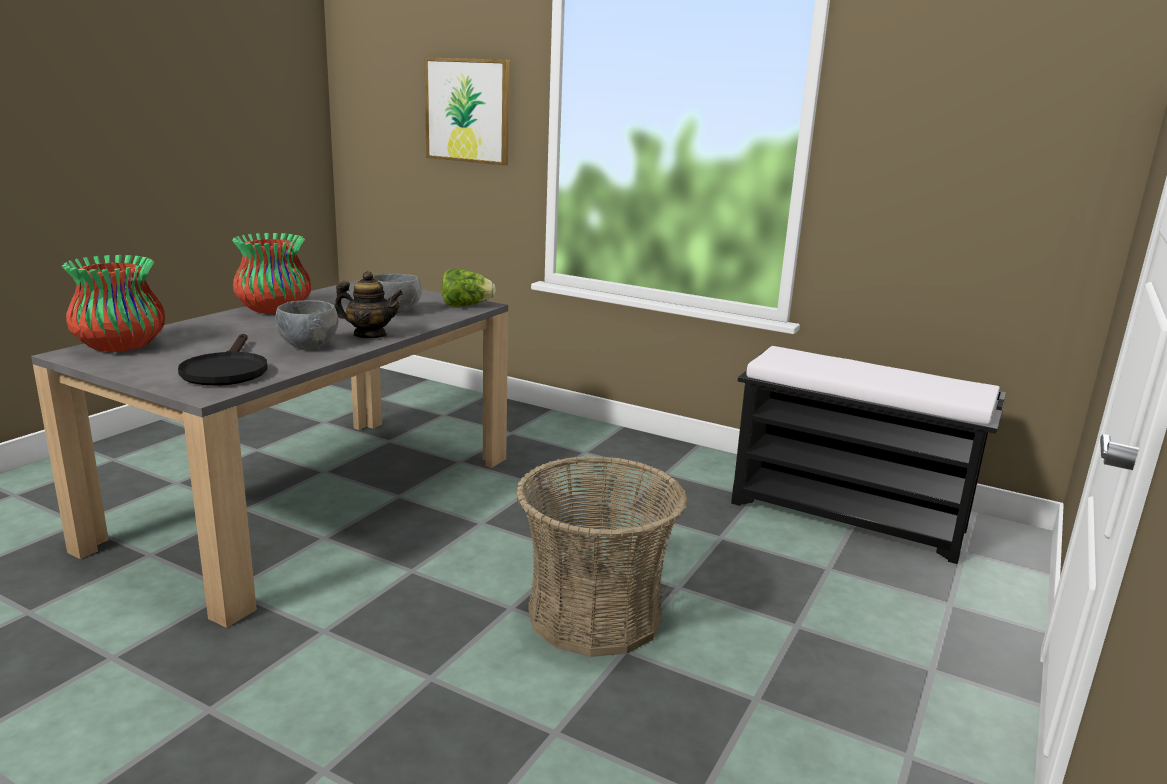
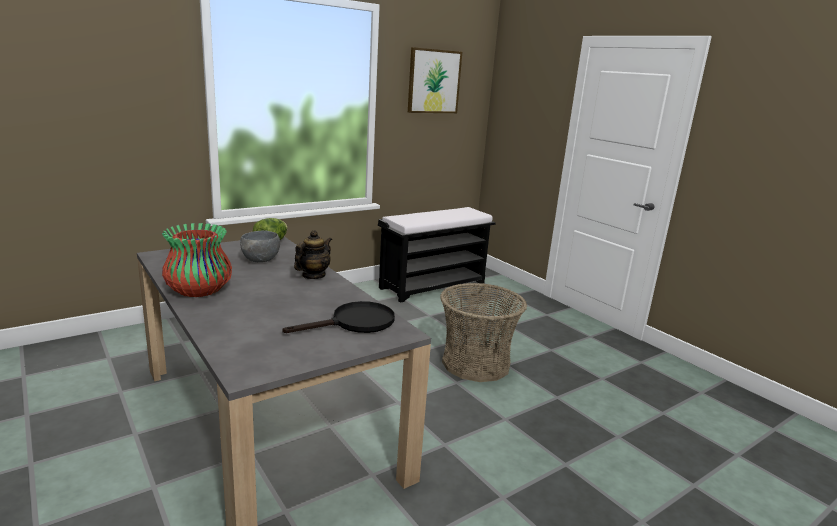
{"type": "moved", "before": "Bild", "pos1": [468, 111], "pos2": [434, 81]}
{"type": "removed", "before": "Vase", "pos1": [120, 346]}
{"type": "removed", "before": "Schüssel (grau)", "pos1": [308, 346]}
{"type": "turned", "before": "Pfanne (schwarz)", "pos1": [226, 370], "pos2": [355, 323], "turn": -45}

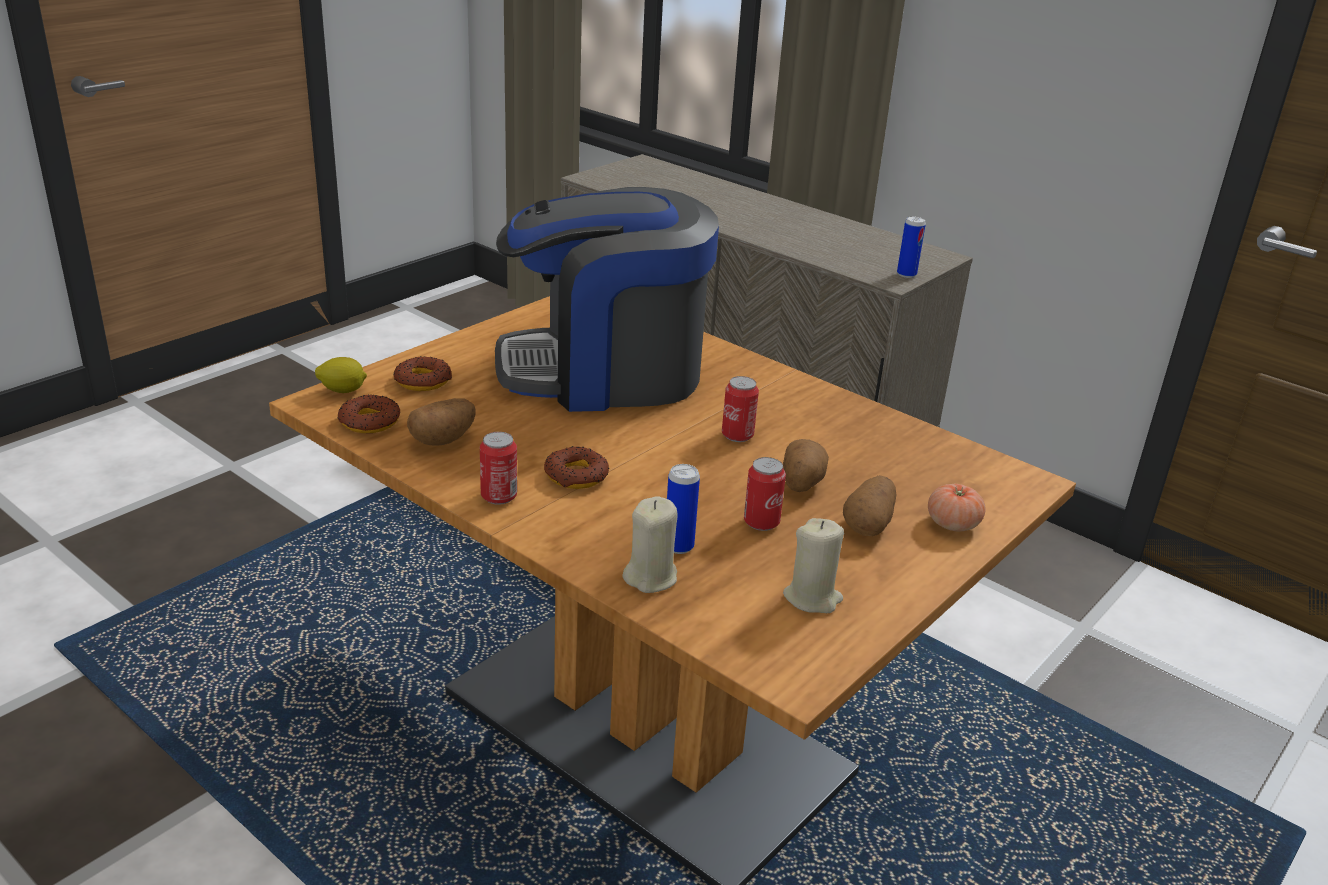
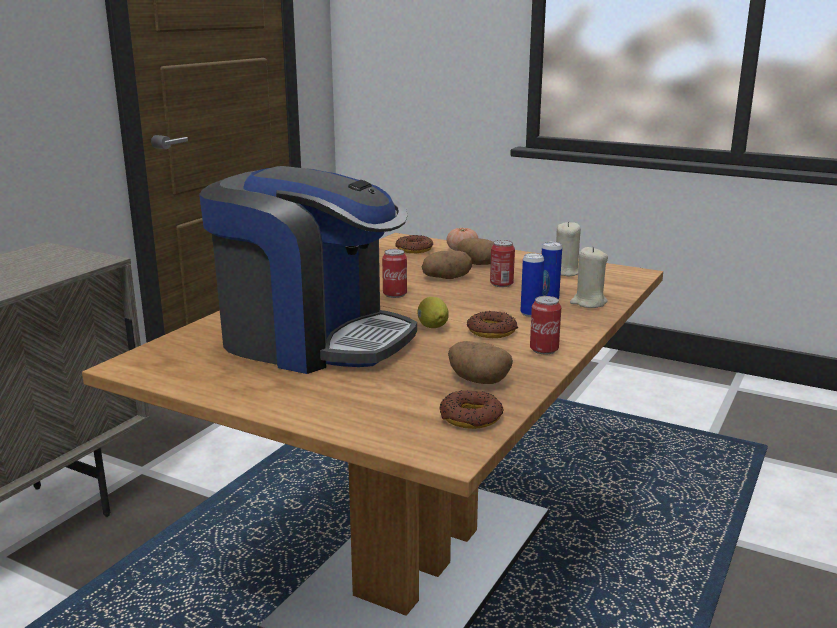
{"type": "turned", "before": "Kaffeemaschine", "pos1": [604, 373], "pos2": [312, 339], "turn": -45}
{"type": "moved", "before": "Dose", "pos1": [906, 274], "pos2": [530, 313]}
{"type": "moved", "before": "Donut", "pos1": [423, 381], "pos2": [414, 249]}
{"type": "moved", "before": "Zitrone", "pos1": [343, 391], "pos2": [432, 327]}

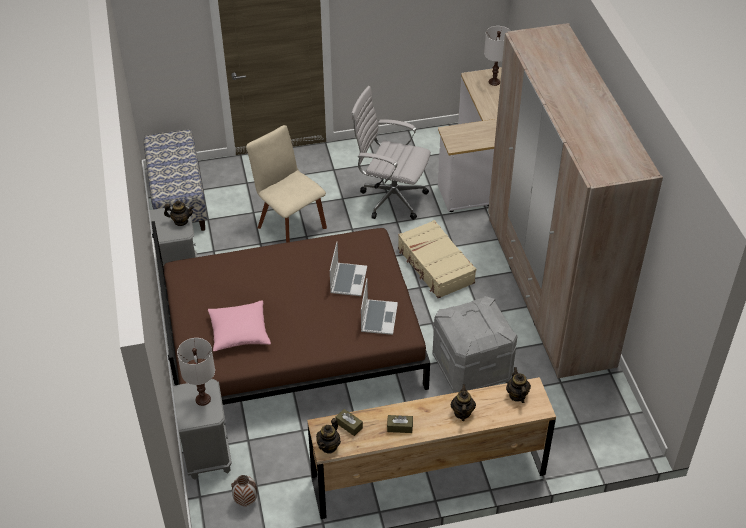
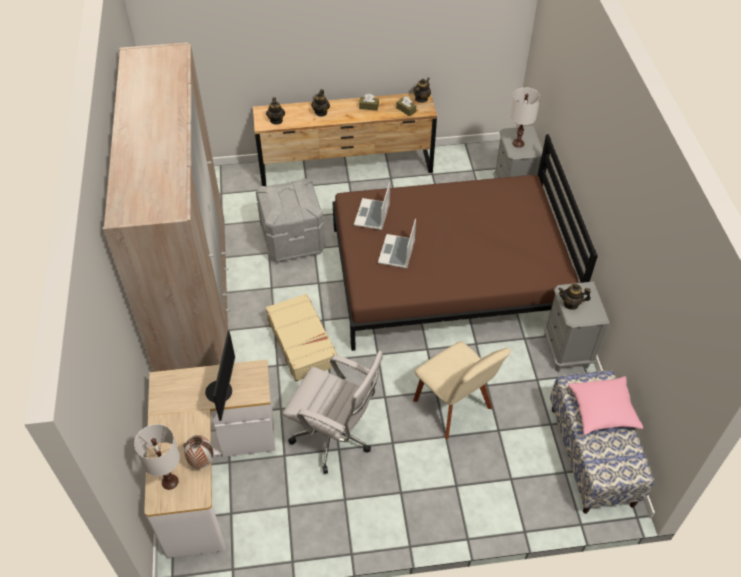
{"type": "moved", "before": "Kissen (rosa)", "pos1": [239, 332], "pos2": [602, 410]}
{"type": "moved", "before": "Vase", "pos1": [246, 501], "pos2": [201, 462]}
{"type": "added", "after": "Monitor", "pos2": [222, 392]}

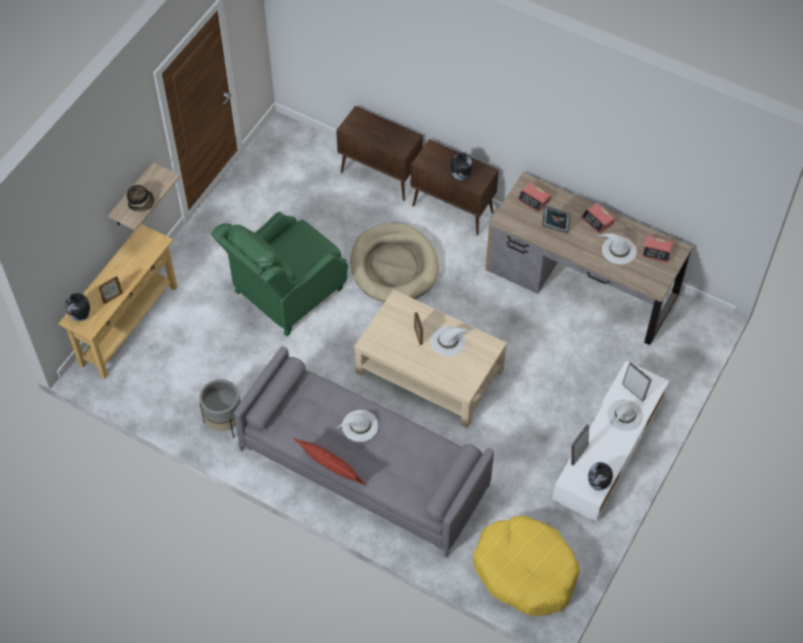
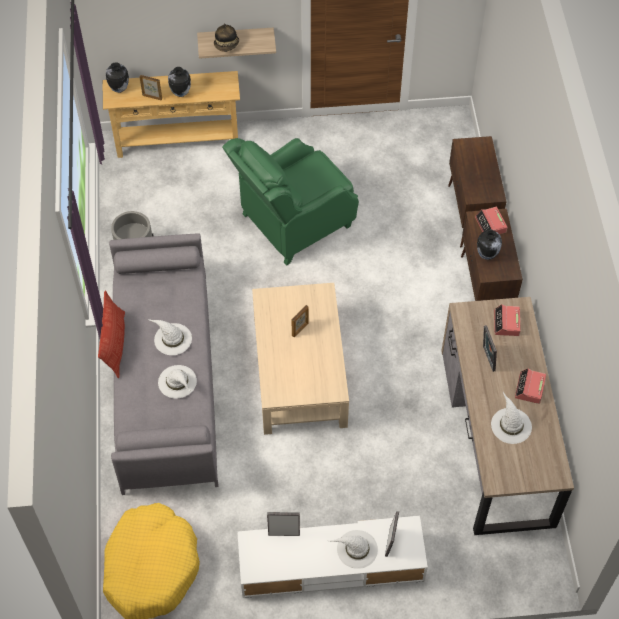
{"type": "turned", "before": "Sessel (grün)", "pos1": [286, 293], "pos2": [293, 222], "turn": -45}
{"type": "removed", "before": "Hundebett (beige)", "pos1": [394, 266]}
{"type": "moved", "before": "Wecker", "pos1": [657, 251], "pos2": [490, 225]}
{"type": "moved", "before": "Hut (weiß)", "pos1": [448, 340], "pos2": [178, 382]}
{"type": "moved", "before": "Vase", "pos1": [597, 485], "pos2": [180, 93]}

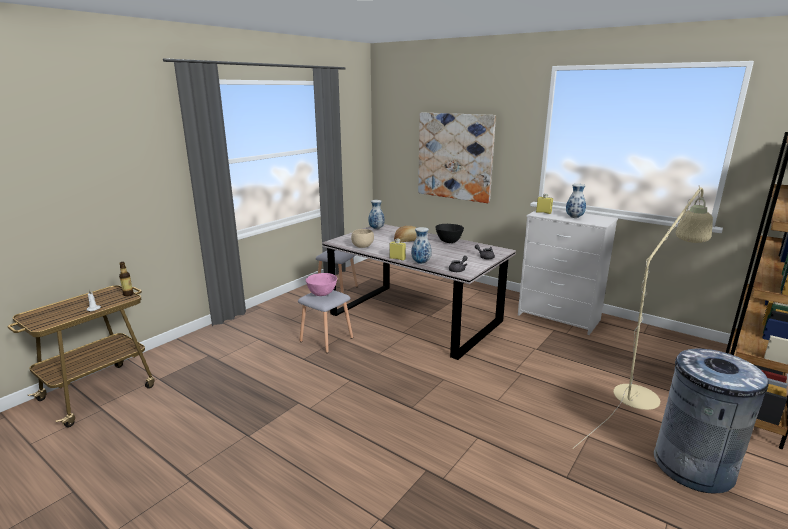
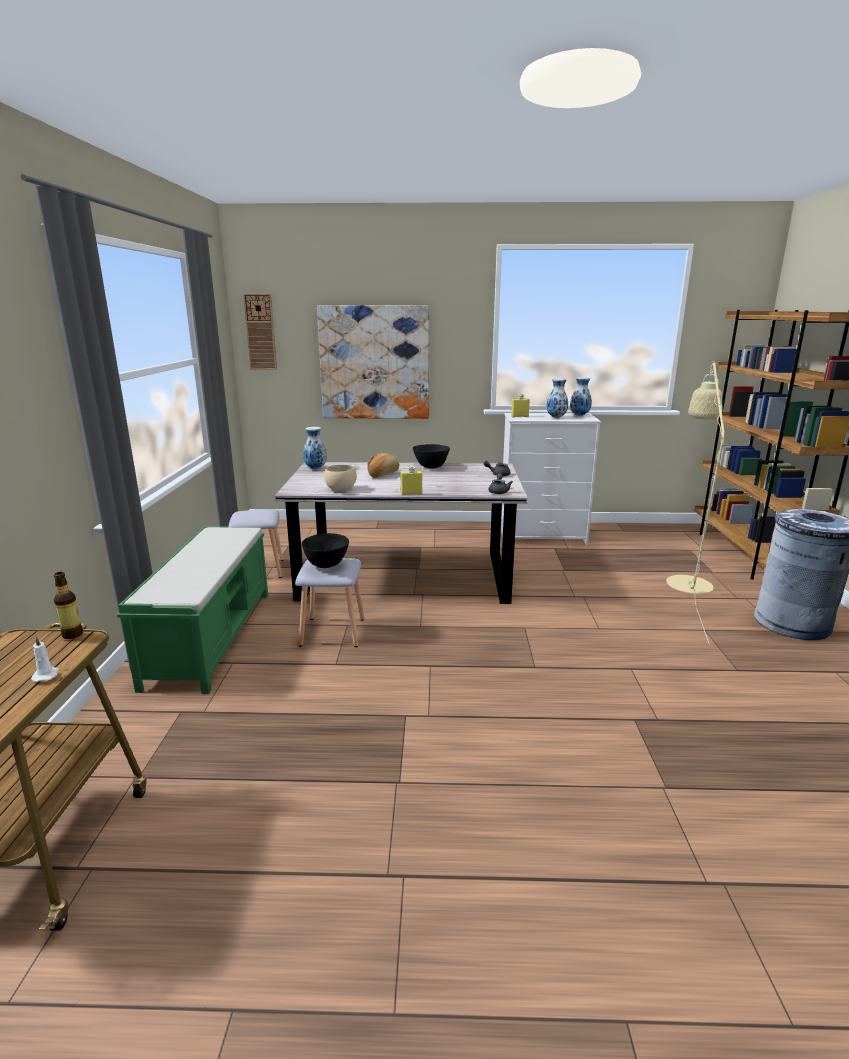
{"type": "moved", "before": "Vase", "pos1": [420, 263], "pos2": [579, 415]}
{"type": "recoloured", "before": "Schüssel (rosa)", "after": "Schüssel (schwarz)", "pos1": [322, 294], "pos2": [326, 565]}
{"type": "added", "after": "Wanduhr", "pos2": [260, 332]}
{"type": "added", "after": "Bank (grün)", "pos2": [211, 636]}

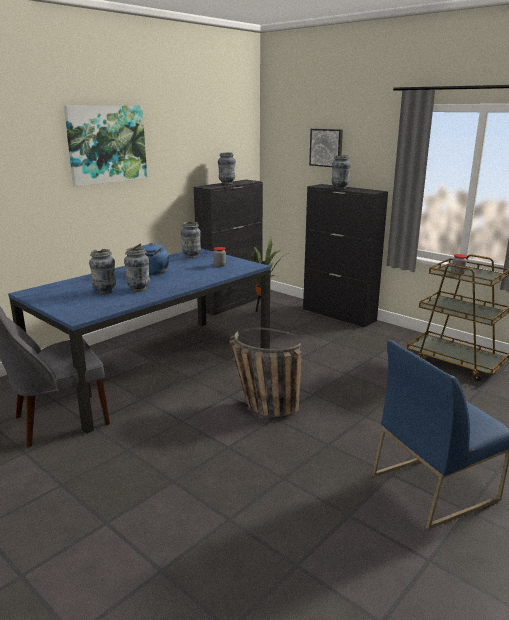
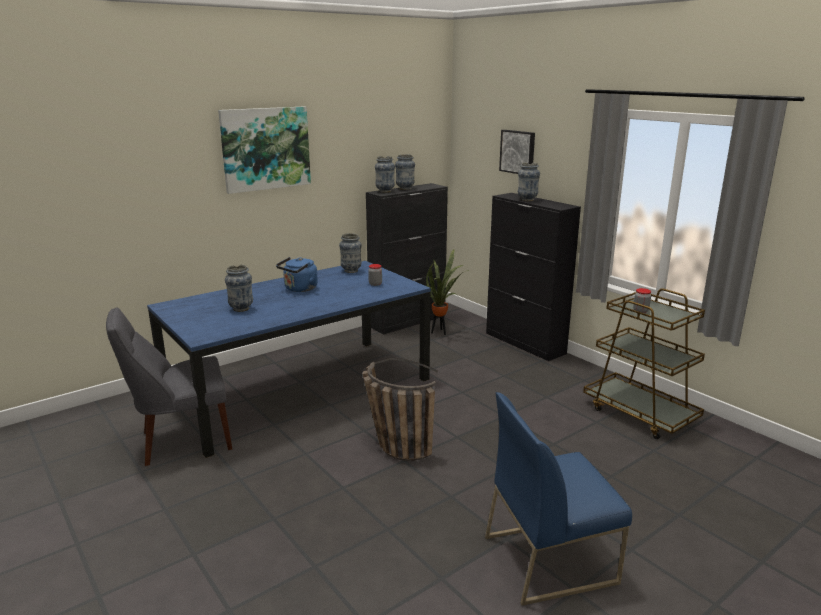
{"type": "moved", "before": "Vase", "pos1": [138, 289], "pos2": [385, 191]}

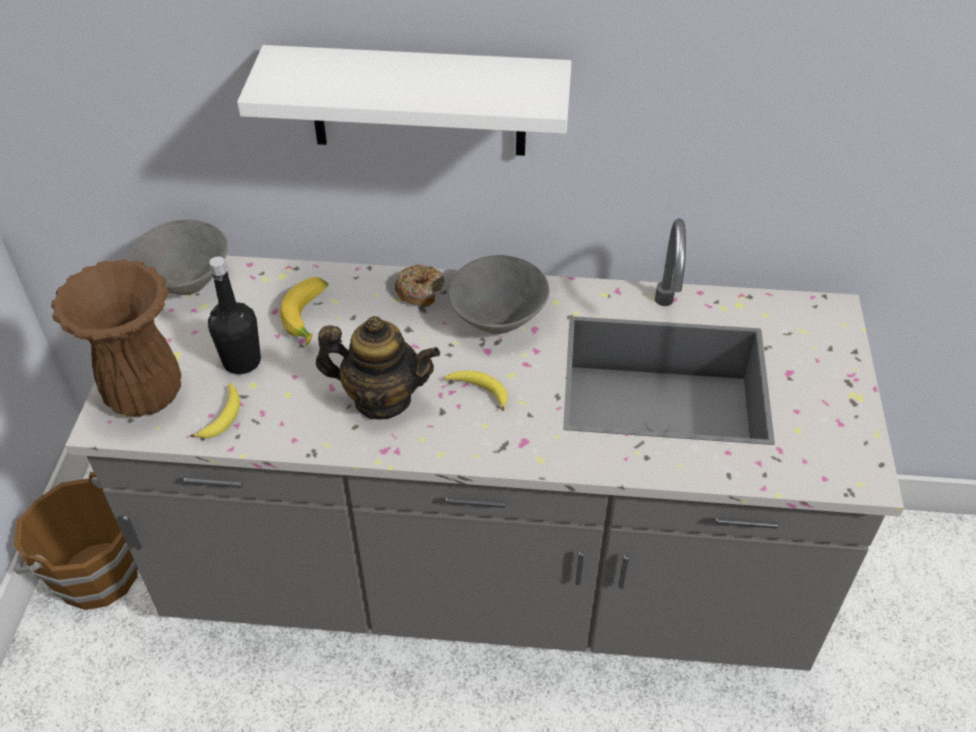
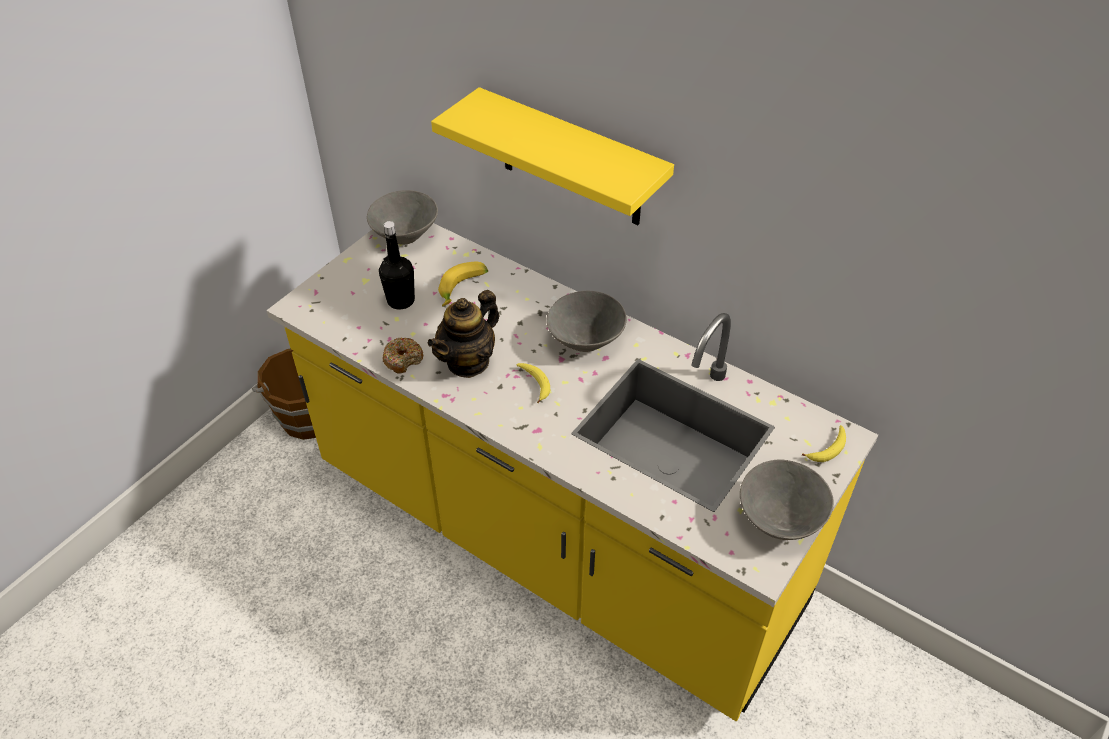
{"type": "recoloured", "before": "Wandregal (weiß)", "after": "Wandregal (gelb)", "pos1": [418, 101], "pos2": [571, 160]}
{"type": "recoloured", "before": "Küchenzeile (grau)", "after": "Küchenzeile (gelb)", "pos1": [488, 576], "pos2": [554, 538]}
{"type": "removed", "before": "Vase (braun)", "pos1": [144, 394]}
{"type": "moved", "before": "Donut", "pos1": [420, 291], "pos2": [403, 359]}
{"type": "turned", "before": "Teekanne", "pos1": [382, 399], "pos2": [468, 361], "turn": 90}
{"type": "moved", "before": "Banane", "pos1": [222, 417], "pos2": [828, 449]}
{"type": "added", "after": "Schüssel (grau)", "pos2": [779, 520]}

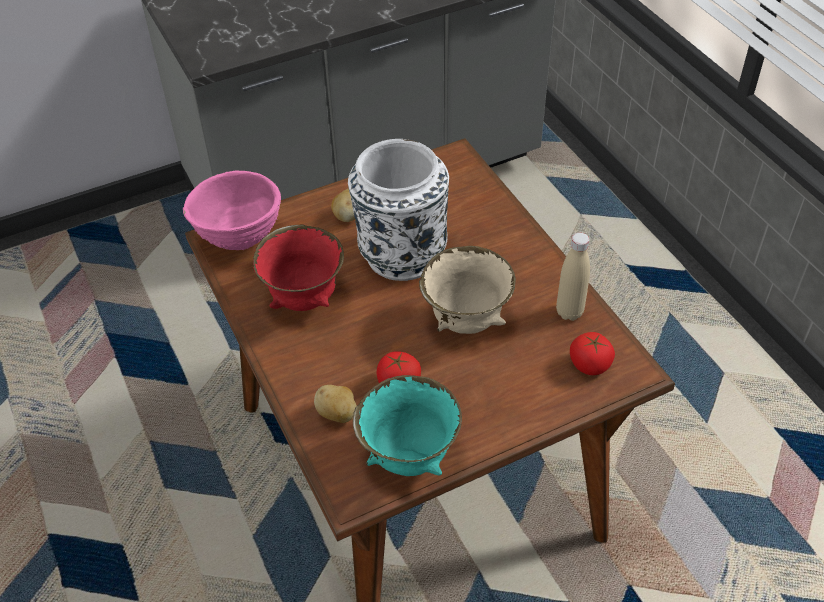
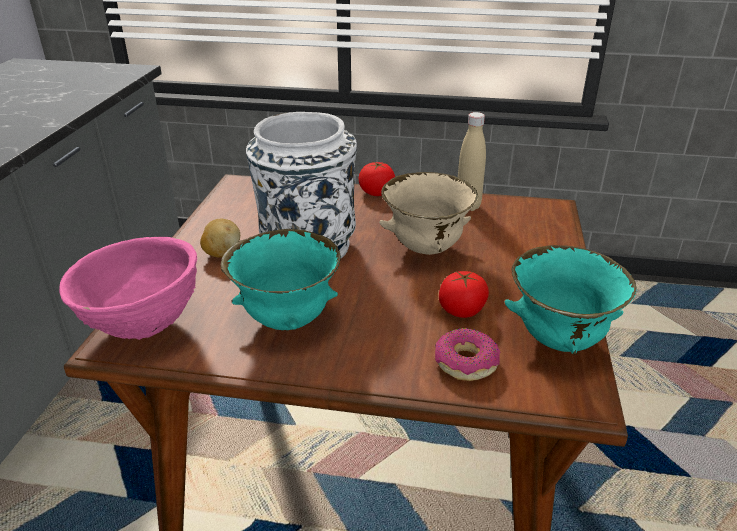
{"type": "recoloured", "before": "Schüssel (rot)", "after": "Schüssel (türkis)", "pos1": [305, 298], "pos2": [287, 320]}
{"type": "moved", "before": "Tomate", "pos1": [589, 365], "pos2": [376, 192]}
{"type": "replaced", "before": "Kartoffel", "after": "Donut", "pos1": [338, 414], "pos2": [465, 363]}

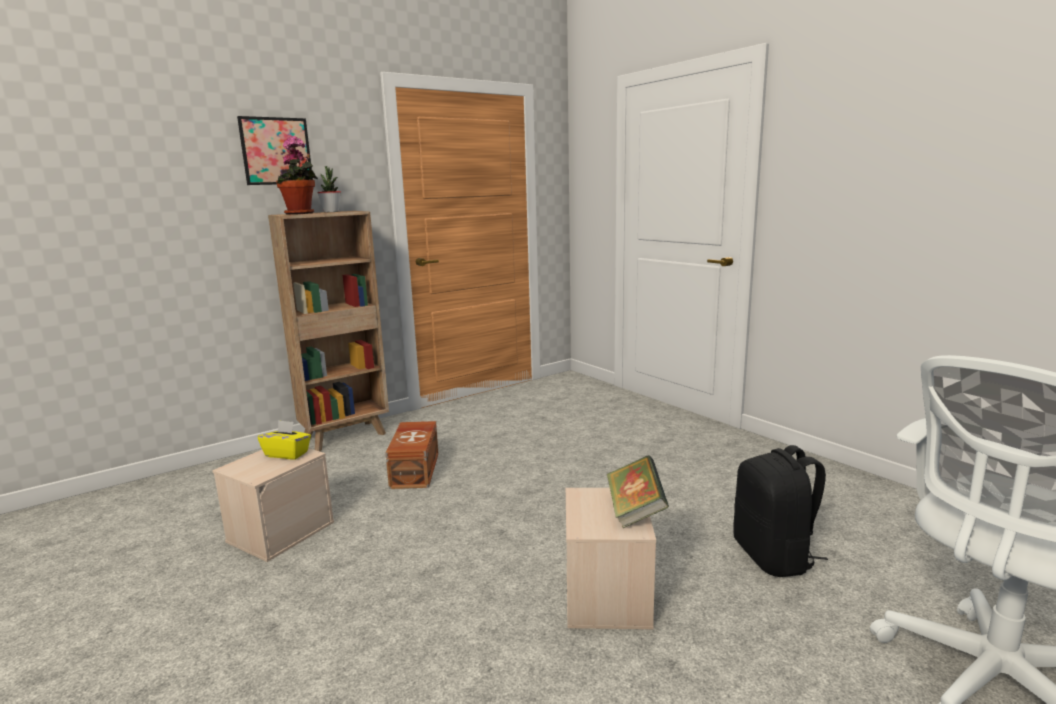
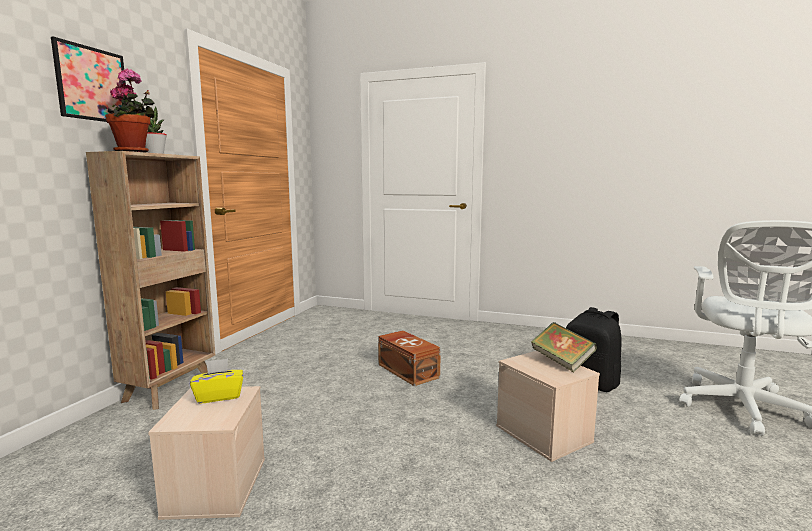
{"type": "moved", "before": "Aufbewahrungsbox (braun)", "pos1": [416, 469], "pos2": [408, 370]}

